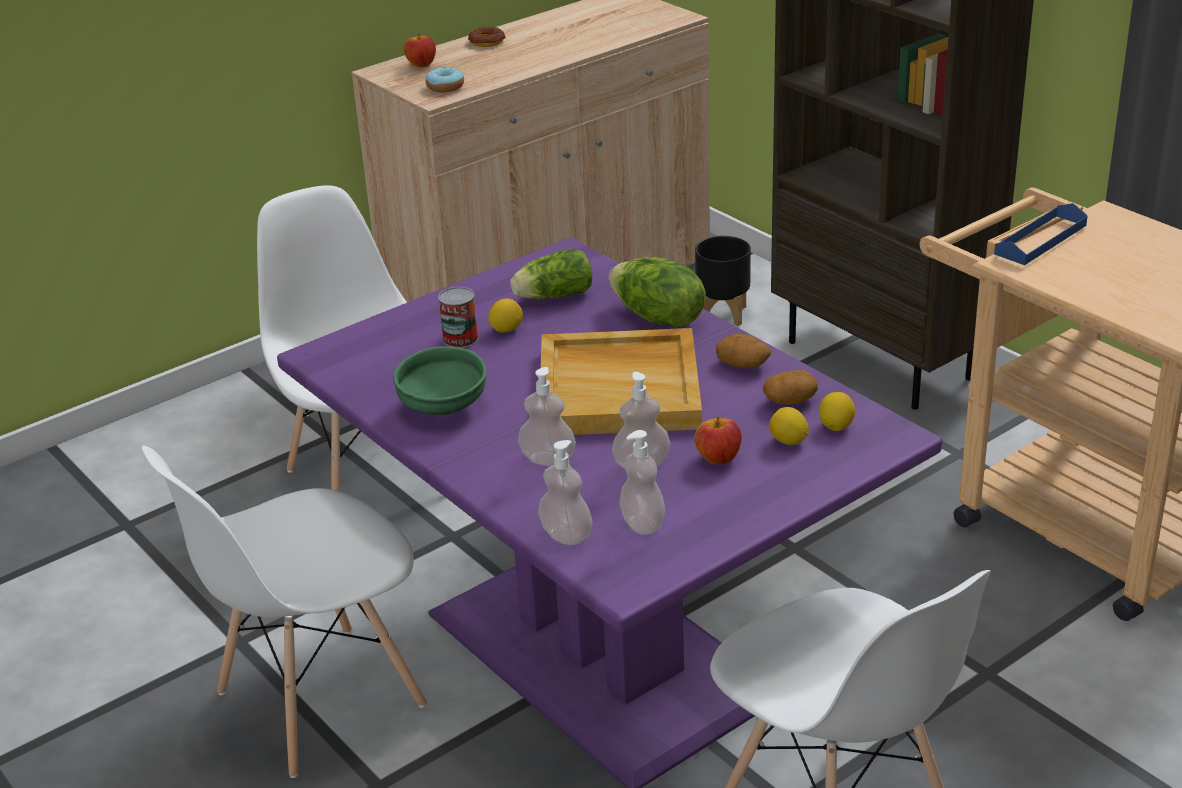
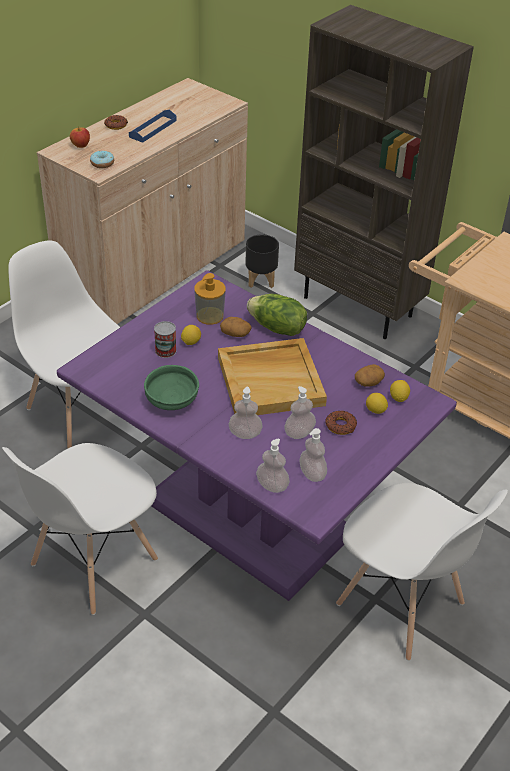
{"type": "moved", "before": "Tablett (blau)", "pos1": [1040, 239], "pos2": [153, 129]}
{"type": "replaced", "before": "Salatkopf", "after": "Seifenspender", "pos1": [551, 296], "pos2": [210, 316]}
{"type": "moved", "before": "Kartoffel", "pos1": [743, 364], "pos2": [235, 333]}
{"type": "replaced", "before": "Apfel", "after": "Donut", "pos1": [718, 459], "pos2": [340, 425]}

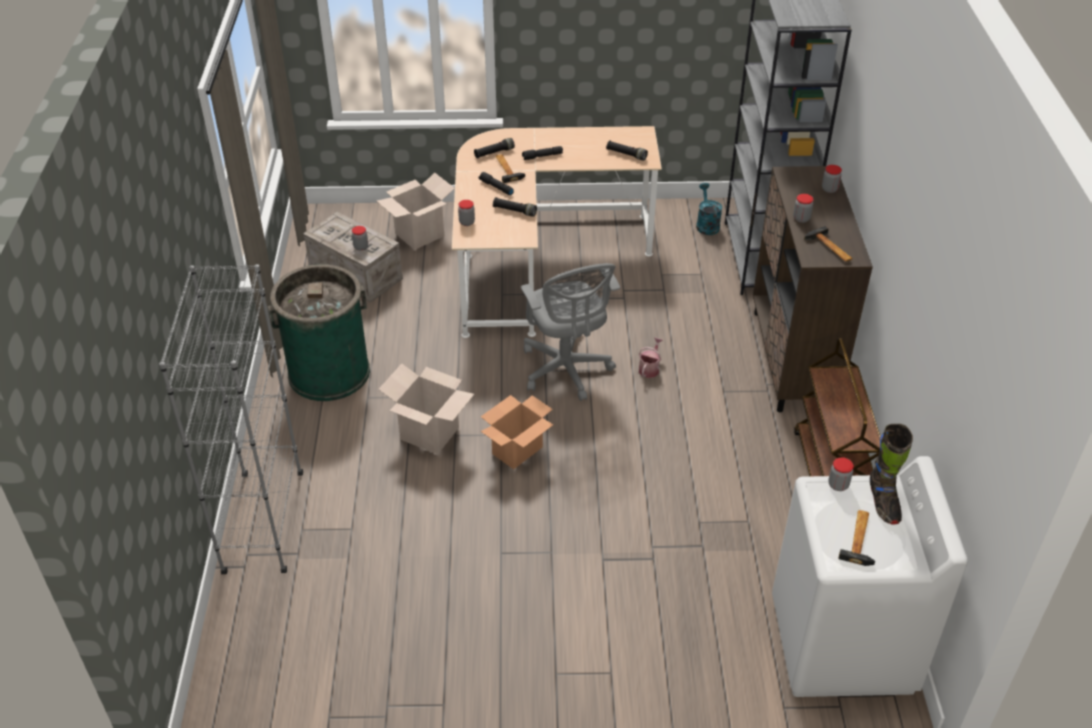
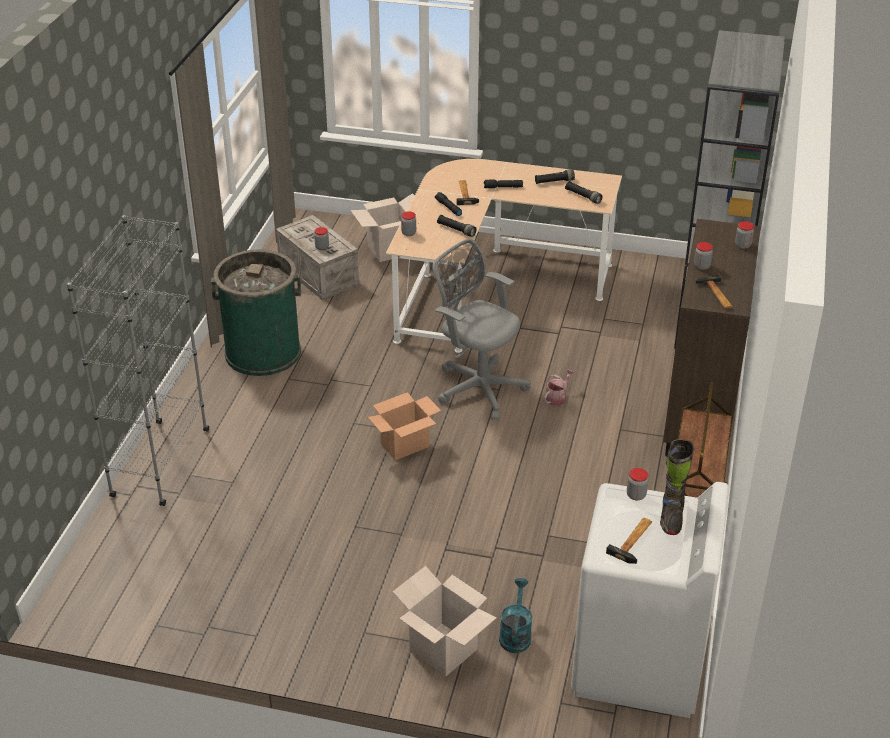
{"type": "moved", "before": "Taschenlampe (schwarz)", "pos1": [494, 153], "pos2": [554, 182]}
{"type": "moved", "before": "Gießkanne (türkis)", "pos1": [706, 224], "pos2": [515, 634]}
{"type": "turned", "before": "Bürostuhl (grau)", "pos1": [566, 371], "pos2": [478, 387], "turn": 135}
{"type": "moved", "before": "Karton", "pos1": [429, 433], "pos2": [443, 650]}

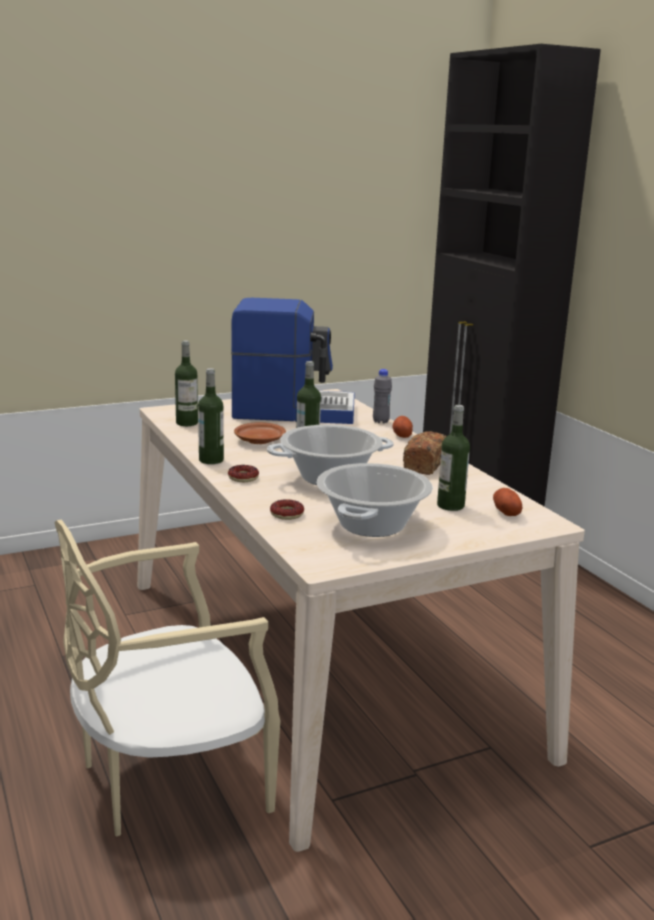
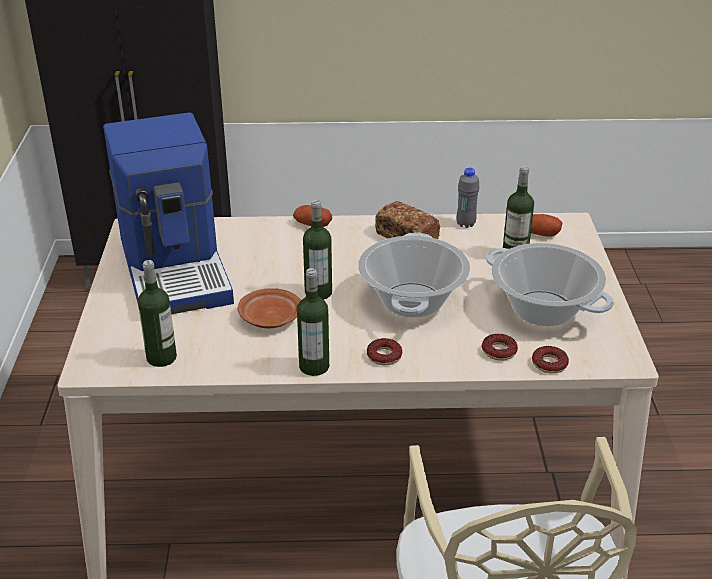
{"type": "turned", "before": "Kaffeemaschine", "pos1": [293, 410], "pos2": [177, 269], "turn": 135}
{"type": "moved", "before": "Flasche (grau)", "pos1": [380, 421], "pos2": [465, 224]}
{"type": "added", "after": "Donut", "pos2": [549, 363]}

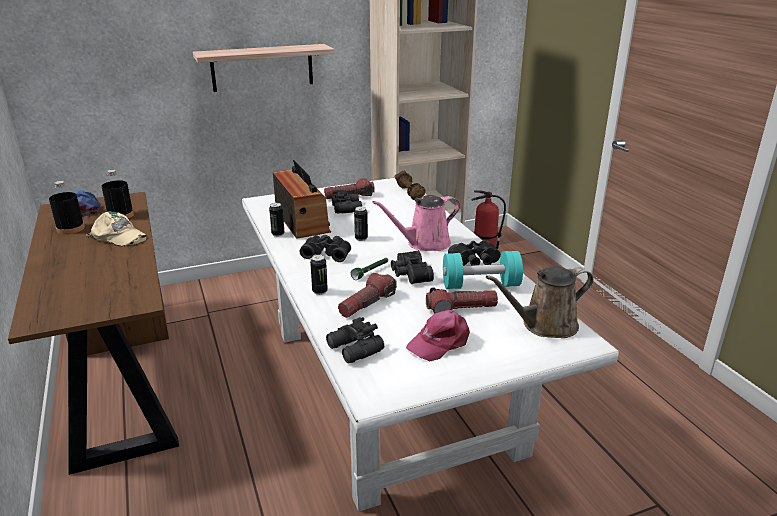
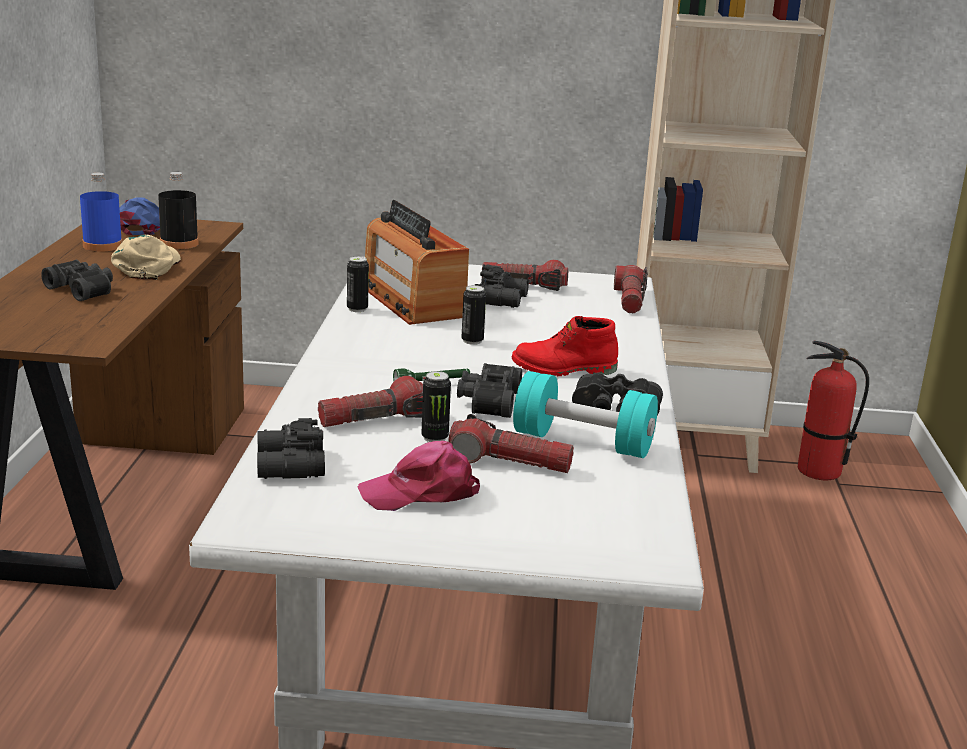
{"type": "removed", "before": "Wandregal", "pos1": [262, 67]}
{"type": "turned", "before": "Radio", "pos1": [302, 221], "pos2": [411, 301], "turn": 150}
{"type": "replaced", "before": "Hantel (braun)", "after": "Taschenlampe", "pos1": [410, 193], "pos2": [629, 300]}
{"type": "recoloured", "before": "Flasche (schwarz)", "after": "Flasche (blau)", "pos1": [70, 228], "pos2": [102, 246]}
{"type": "replaced", "before": "Gießkanne (rosa)", "after": "Stiefel (rot)", "pos1": [424, 243], "pos2": [564, 370]}
{"type": "turned", "before": "Kappe (beige)", "pos1": [118, 236], "pos2": [148, 266], "turn": -135}
{"type": "moved", "before": "Fernglas (schwarz)", "pos1": [327, 253], "pos2": [83, 290]}
{"type": "moved", "before": "Dose", "pos1": [320, 291], "pos2": [434, 438]}
{"type": "removed", "before": "Gießkanne (braun)", "pos1": [545, 325]}

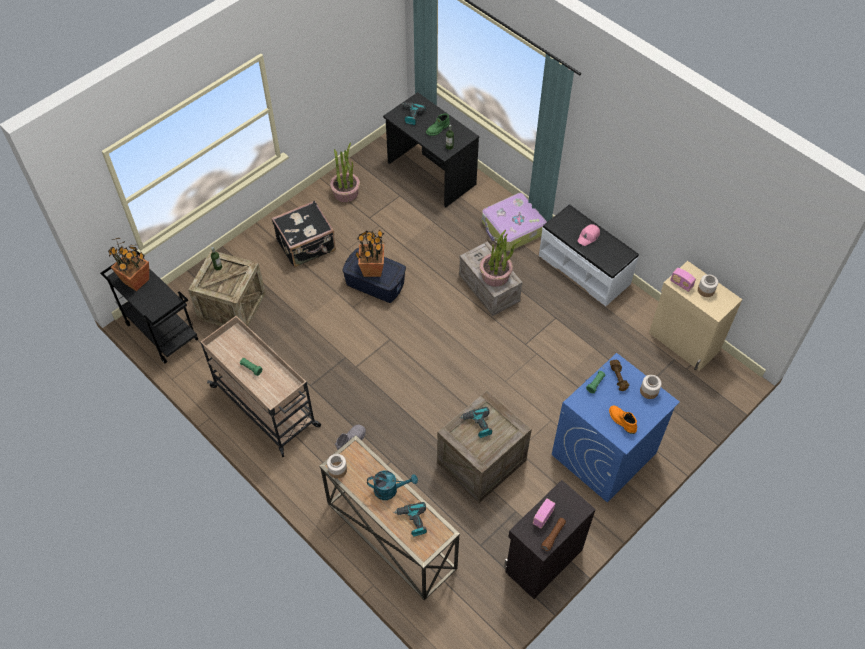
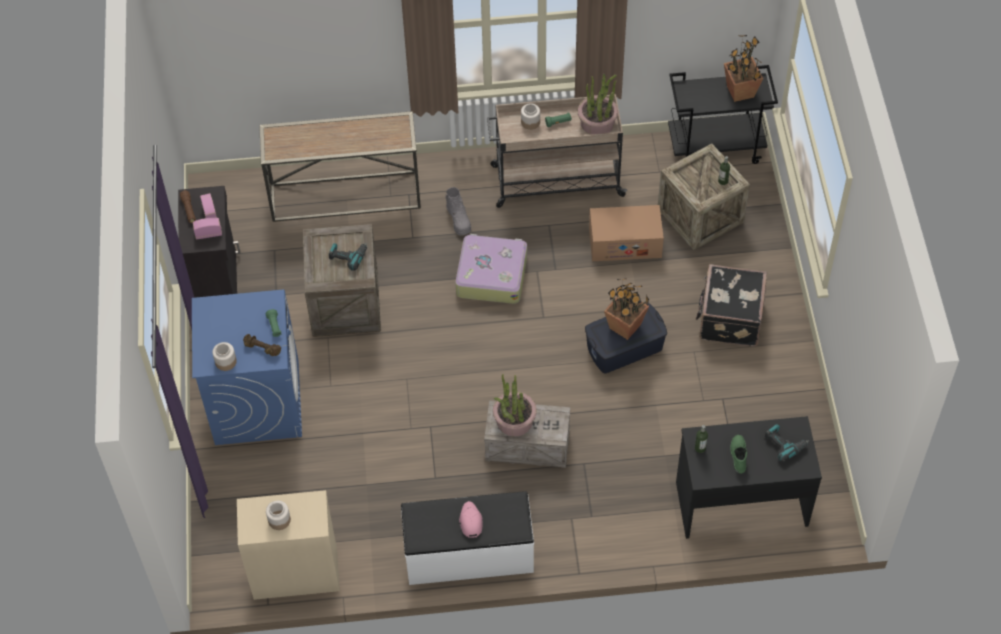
{"type": "moved", "before": "Topfpflanze", "pos1": [346, 192], "pos2": [597, 123]}
{"type": "moved", "before": "Koffer", "pos1": [512, 228], "pos2": [491, 275]}
{"type": "moved", "before": "Radio", "pos1": [681, 284], "pos2": [208, 234]}
{"type": "removed", "before": "Stiefel (orange)", "pos1": [621, 421]}
{"type": "moved", "before": "Vorratsglas", "pos1": [337, 470], "pos2": [530, 122]}
{"type": "removed", "before": "Gießkanne (türkis)", "pos1": [390, 490]}
{"type": "removed", "before": "Bohrmaschine", "pos1": [412, 521]}
{"type": "added", "after": "Karton", "pos2": [625, 242]}

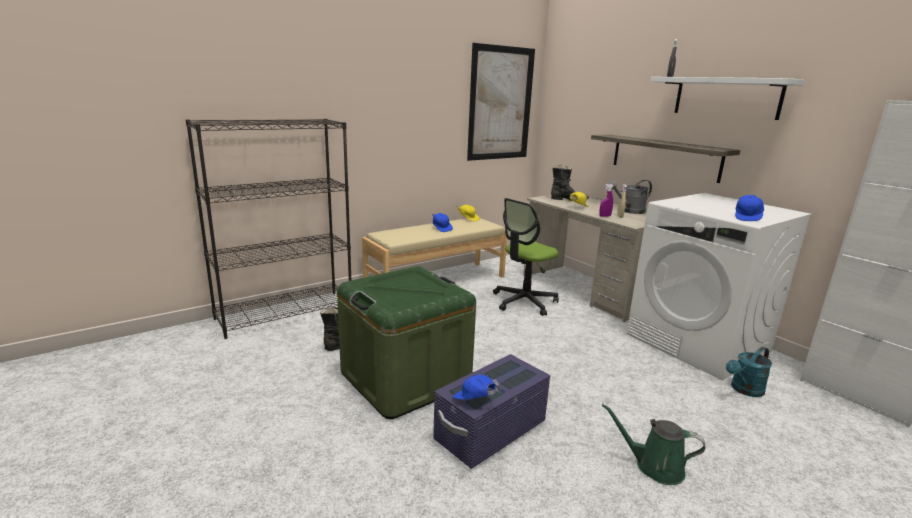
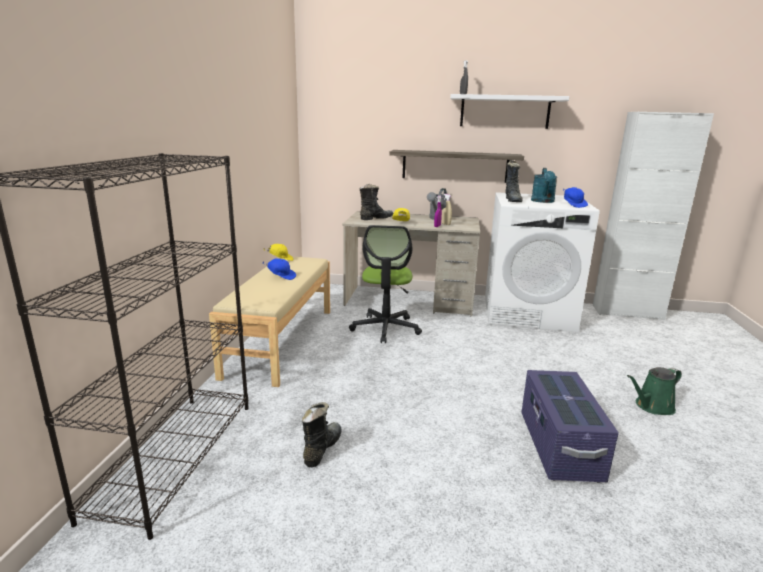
{"type": "removed", "before": "Bild", "pos1": [500, 104]}
{"type": "removed", "before": "Aufbewahrungsbox (grün)", "pos1": [405, 379]}
{"type": "moved", "before": "Gießkanne (türkis)", "pos1": [744, 390], "pos2": [543, 201]}
{"type": "removed", "before": "Kappe (blau)", "pos1": [474, 401]}
{"type": "added", "after": "Stiefel (schwarz)", "pos2": [513, 201]}

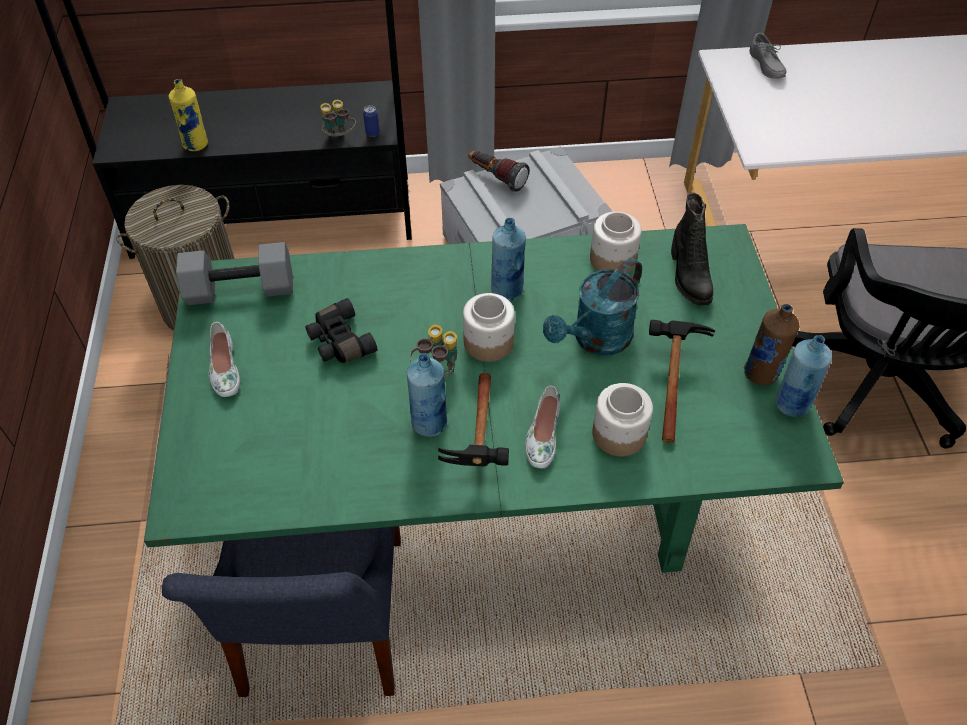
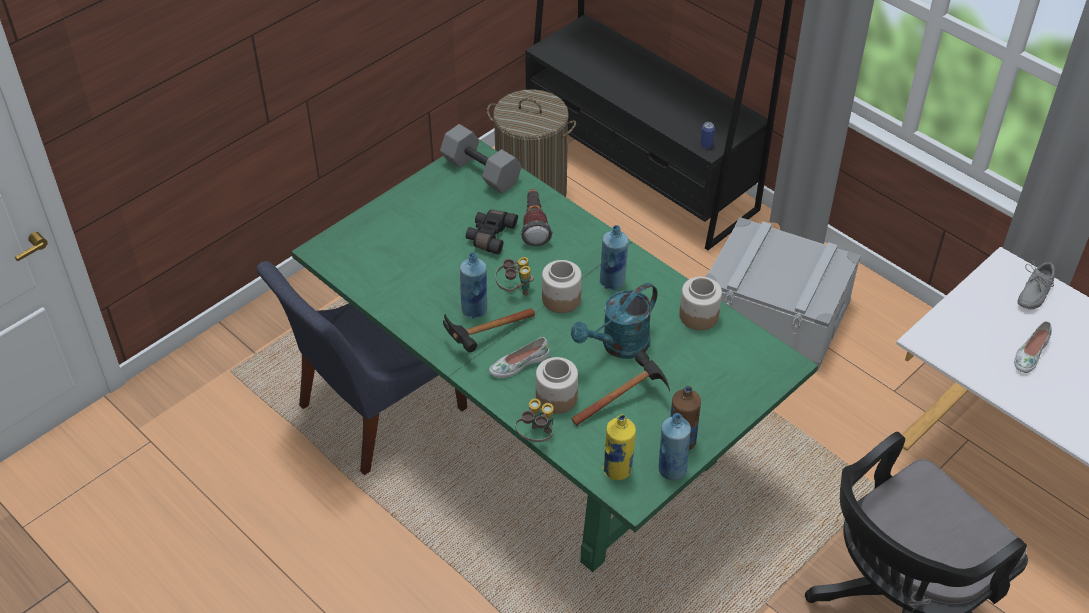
{"type": "moved", "before": "Flasche (gelb)", "pos1": [196, 144], "pos2": [617, 470]}
{"type": "moved", "before": "Fernglas", "pos1": [339, 138], "pos2": [536, 437]}
{"type": "moved", "before": "Taschenlampe", "pos1": [496, 178], "pos2": [534, 225]}
{"type": "removed", "before": "Stiefel (schwarz)", "pos1": [688, 277]}
{"type": "turned", "before": "Gießkanne (türkis)", "pos1": [595, 340], "pos2": [618, 346], "turn": -45}
{"type": "moved", "before": "Schuh (weiß)", "pos1": [224, 368], "pos2": [1030, 354]}

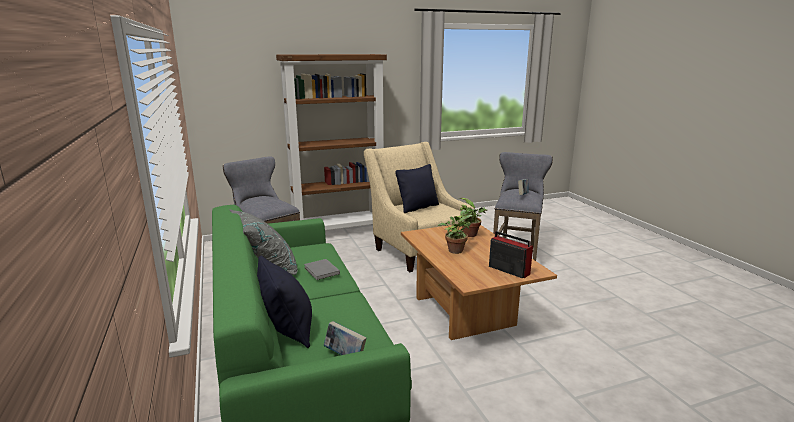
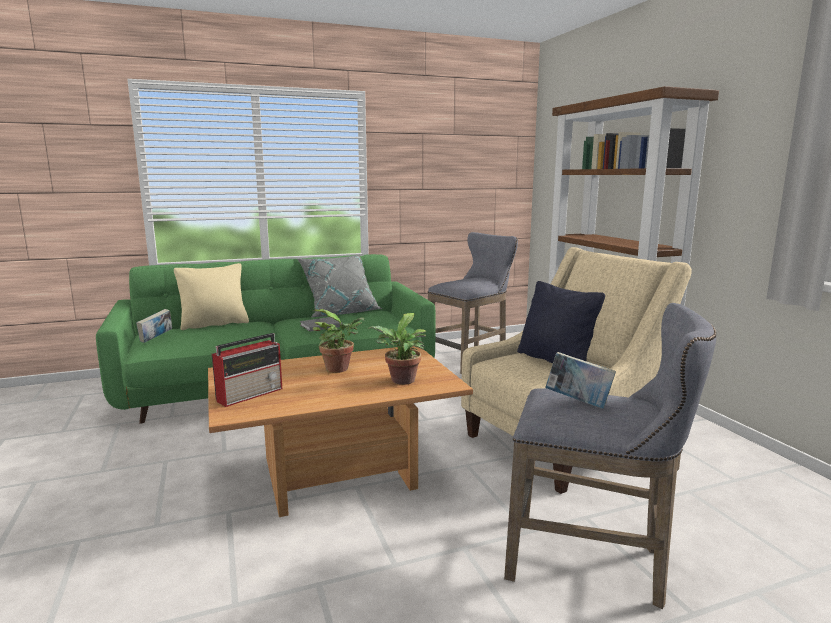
{"type": "recoloured", "before": "Kissen (schwarz)", "after": "Kissen (beige)", "pos1": [287, 331], "pos2": [214, 324]}

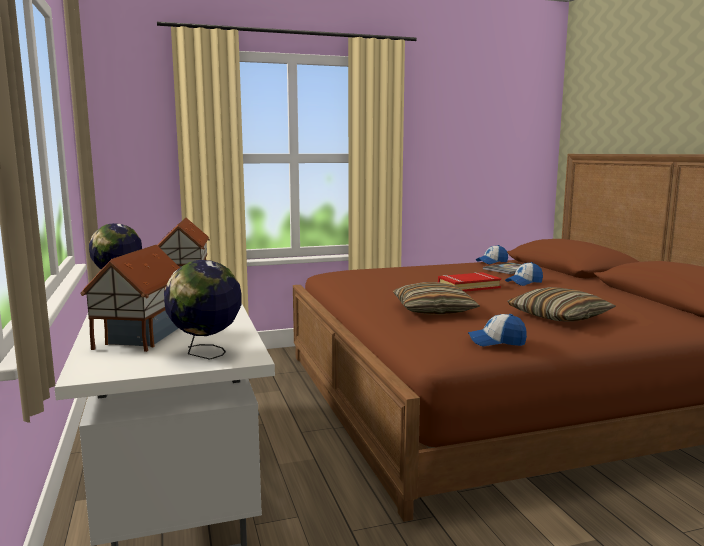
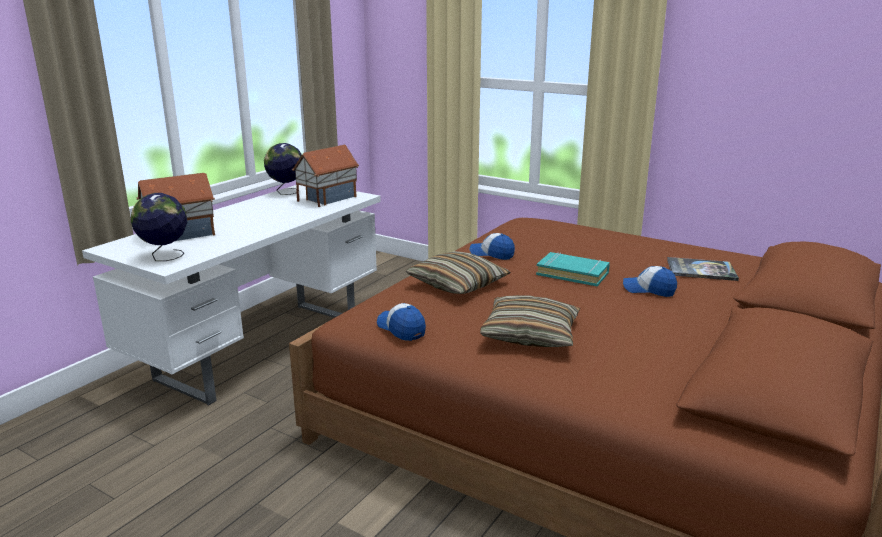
{"type": "moved", "before": "Kappe", "pos1": [492, 262], "pos2": [492, 254]}
{"type": "recoloured", "before": "Buch (rot)", "after": "Buch (türkis)", "pos1": [468, 287], "pos2": [572, 274]}

